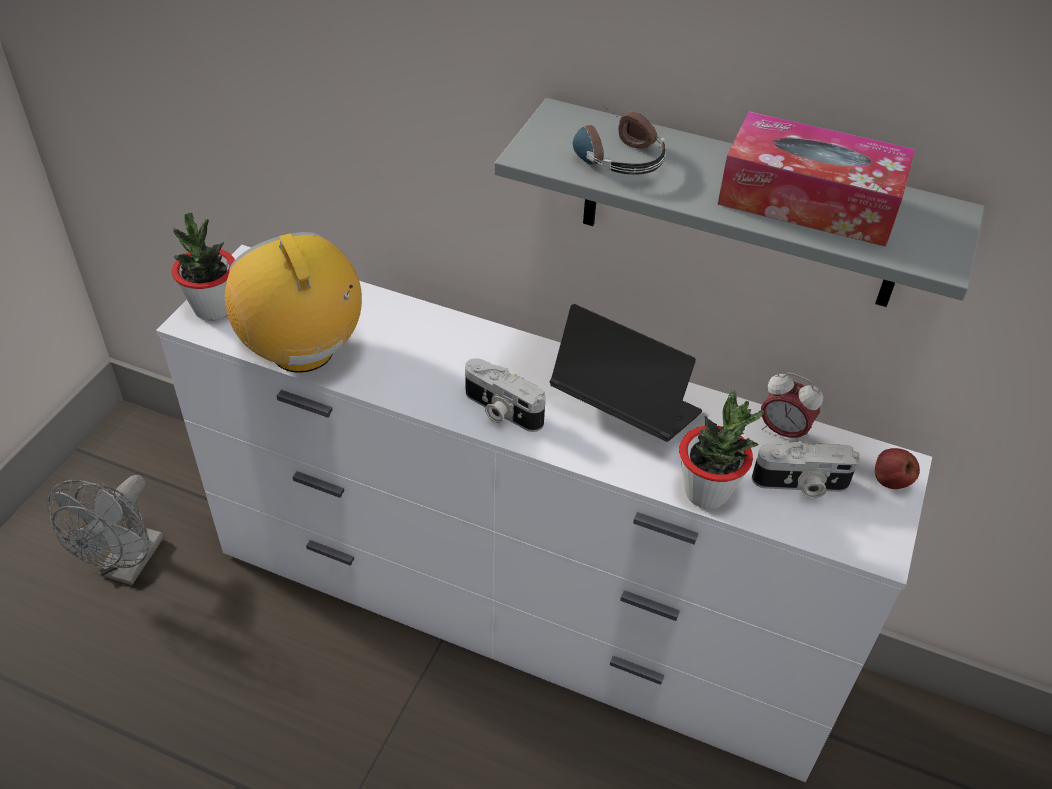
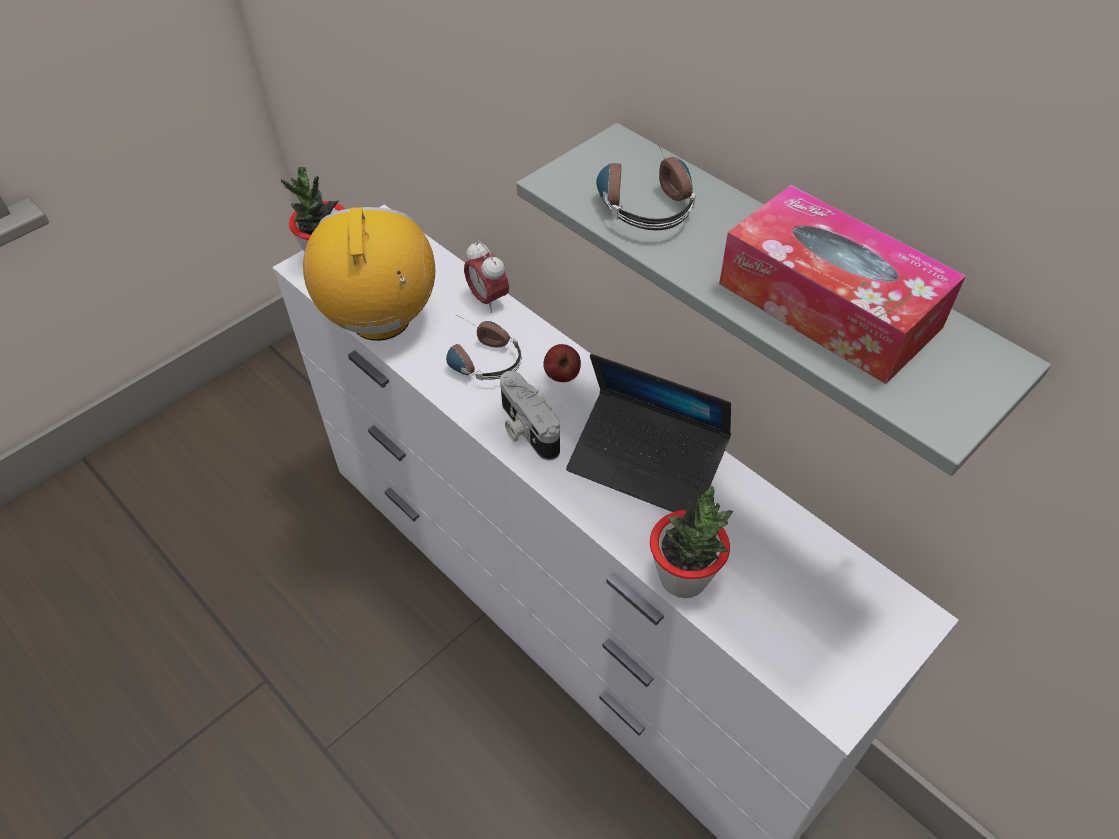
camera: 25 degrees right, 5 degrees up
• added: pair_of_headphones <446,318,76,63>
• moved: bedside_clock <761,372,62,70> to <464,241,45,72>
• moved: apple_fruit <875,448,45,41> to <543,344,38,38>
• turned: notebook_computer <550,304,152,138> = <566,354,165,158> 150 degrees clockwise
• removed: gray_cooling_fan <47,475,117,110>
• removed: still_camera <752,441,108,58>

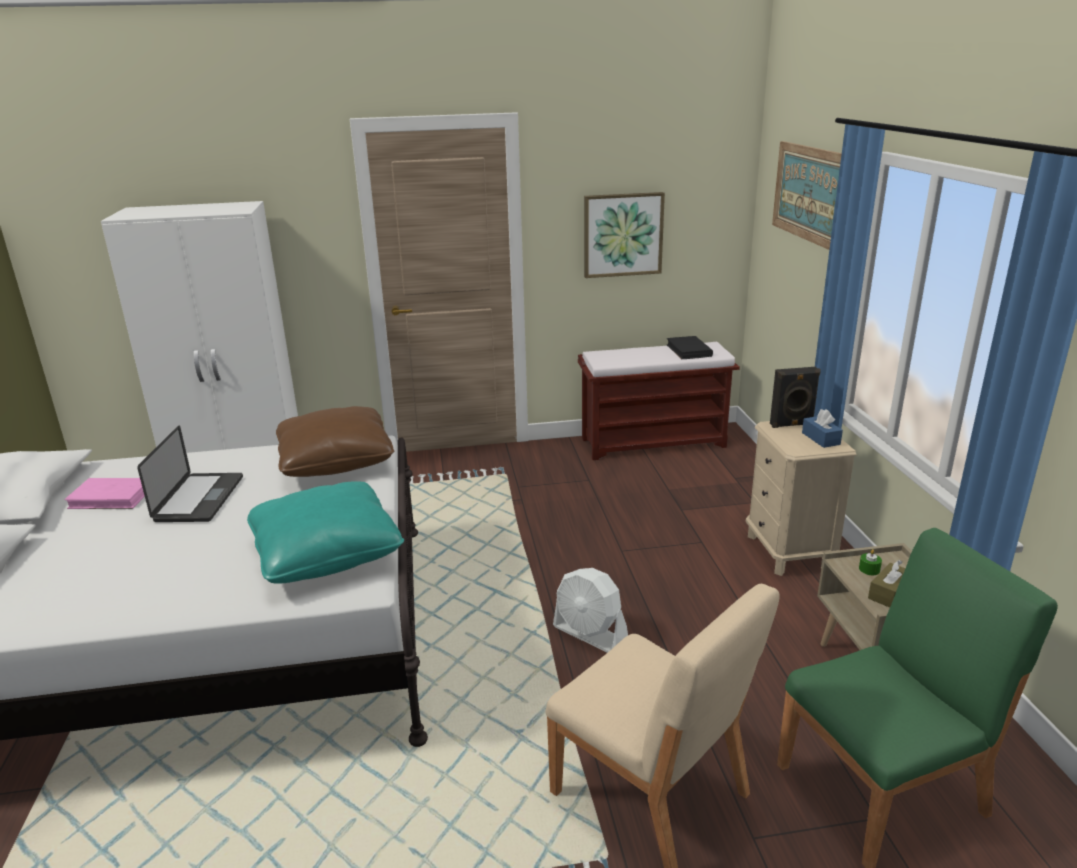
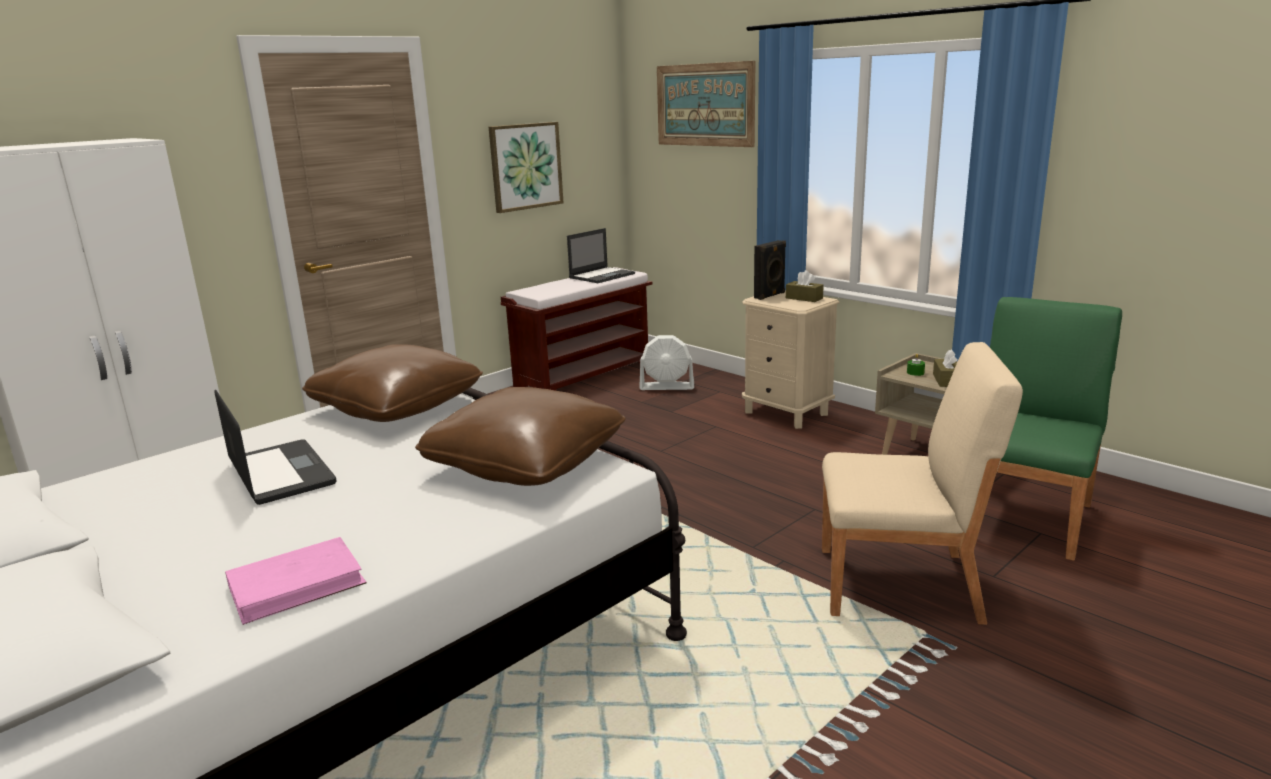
camera: 35 degrees left, 5 degrees down
• moved: pinkish_book <64,478,81,31> to <225,537,142,88>
• recoloured: blue-green_throw_pillow <247,481,157,103> to brownish_throw_pillow <415,387,211,99>
• replaced: black_book <667,336,46,23> to notebook_computer <567,228,68,55>
• moved: whitish_cooling_fan <553,568,75,85> to <639,335,55,55>
• recoloured: blue_tissue_box <802,409,41,39> to brownish_tissue_box <786,270,38,32>

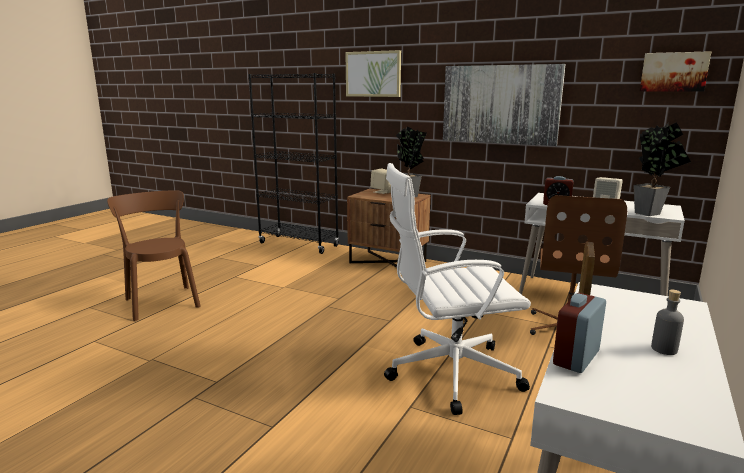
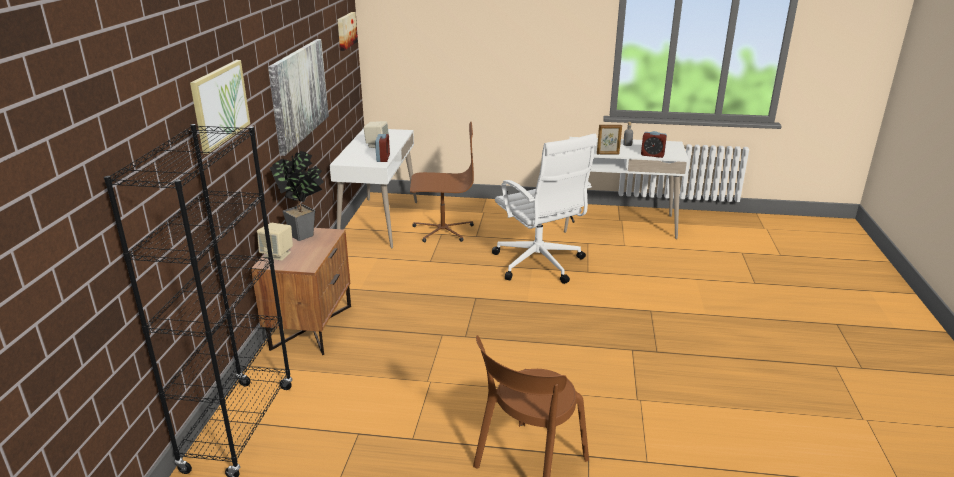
camera: 110 degrees left, 10 degrees up
• removed: plant_in_a_pot <633,121,58,95>

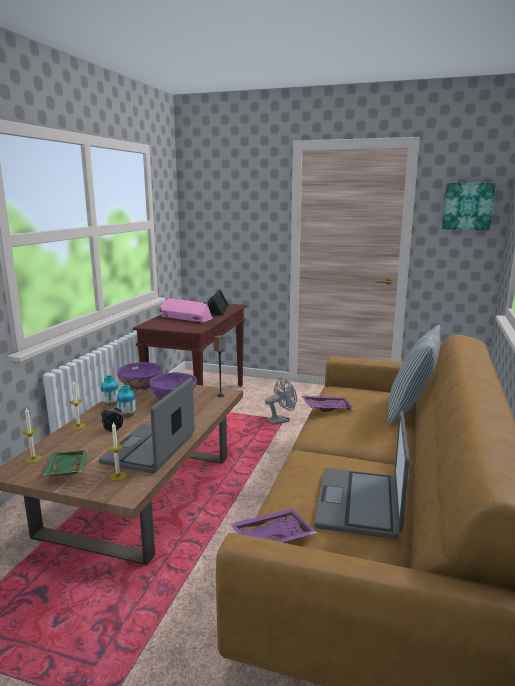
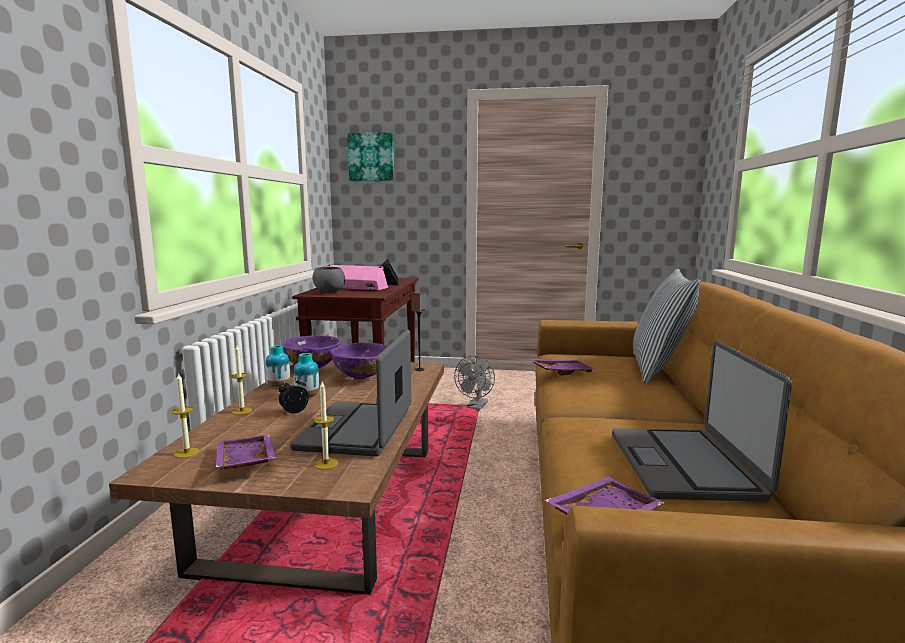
camera: 10 degrees left, 5 degrees down
• recoloured: green-coloured_serving_tray <43,450,45,27> to purple-coloured_serving_tray <216,435,60,34>
• added: gray_bowl <312,267,33,26>
• moved: picture <442,183,54,47> to <347,132,47,49>
• turned: gray_cooling_fan <265,378,32,47> = <454,356,41,54> 150 degrees clockwise

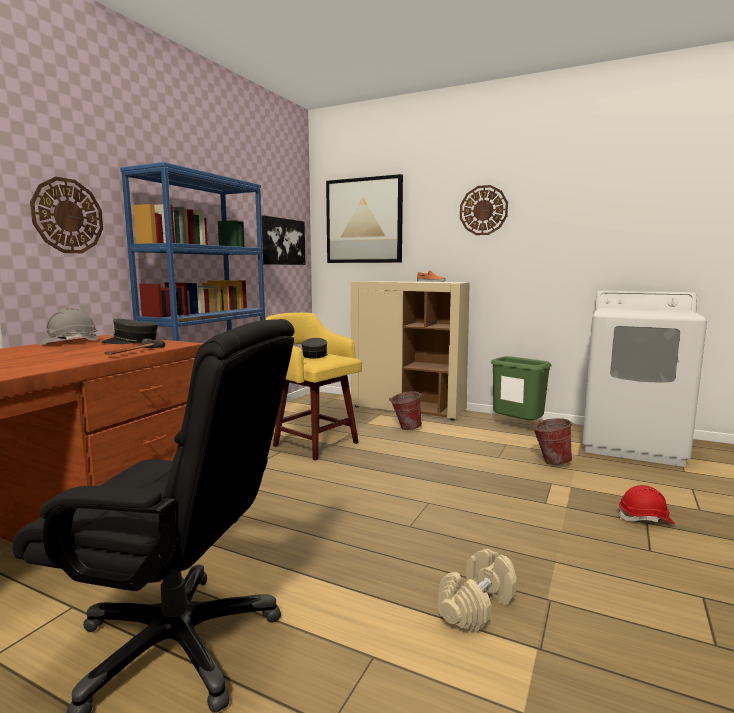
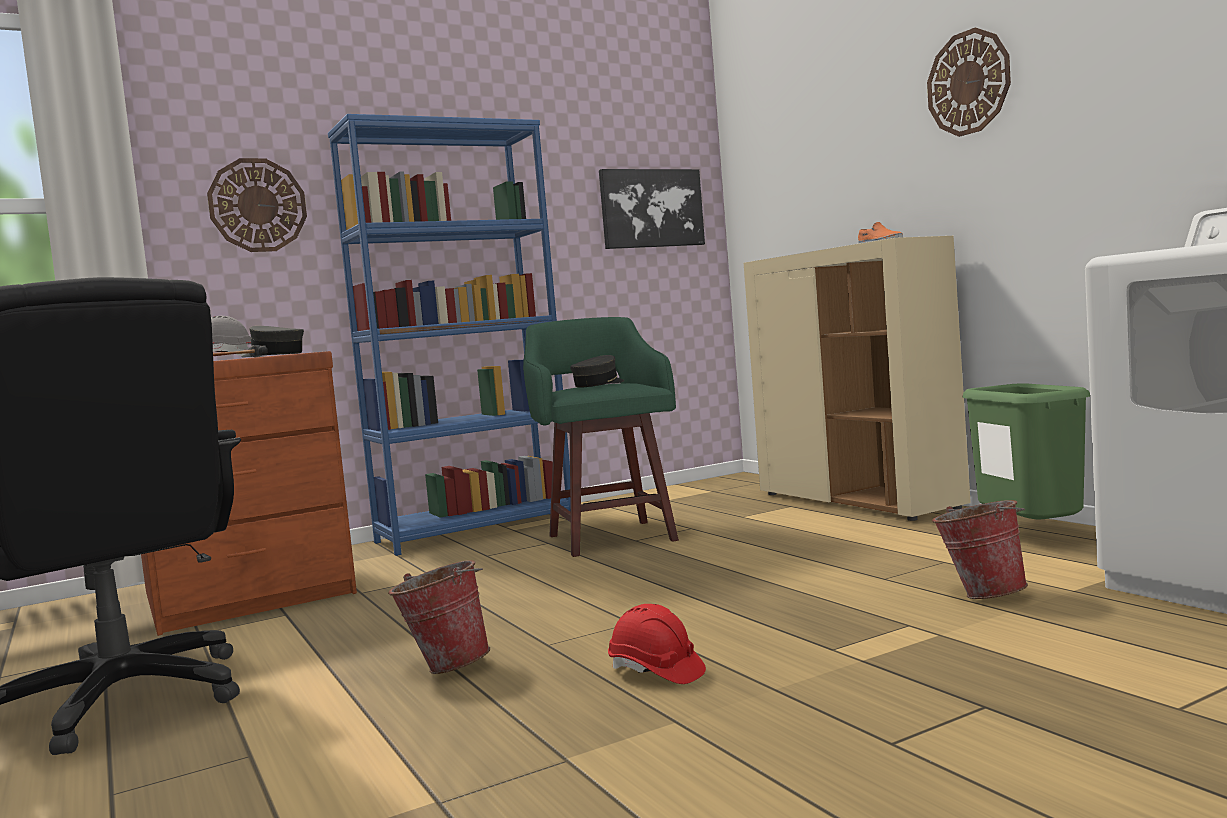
camera: 35 degrees right, 5 degrees down
• moved: pail <389,391,33,39> to <388,560,102,114>
• recoloured: yellow_sitting_stool <266,312,96,149> to green-coloured_sitting_stool <523,317,156,240>
• moved: red_work_helmet <619,485,56,39> to <608,604,98,80>
• removed: picture <326,174,77,89>
• removed: sand-coloured_free_weight <438,549,79,84>

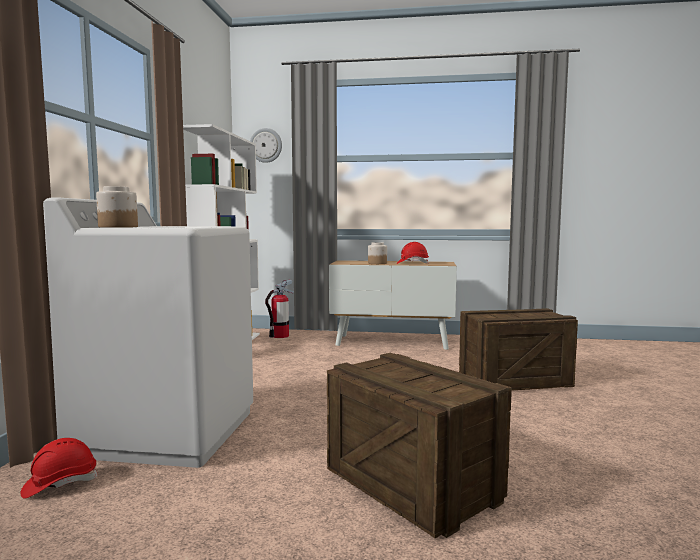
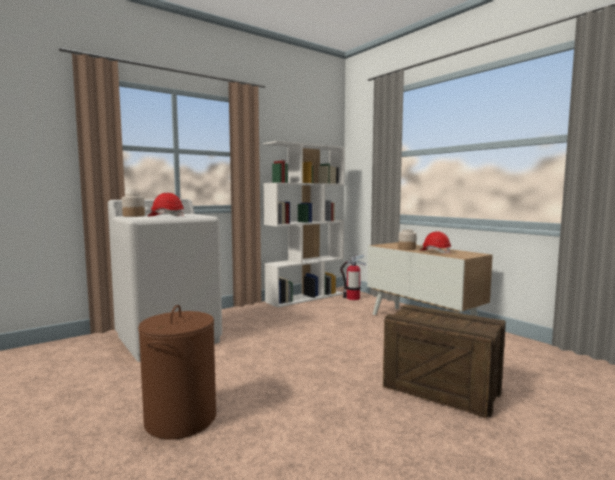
camera: 45 degrees right, 0 degrees up
• replaced: shipping_crate <327,353,185,185> to brownish_washing_basket <138,305,78,134>
• moved: red_work_helmet <20,438,78,61> to <148,193,36,24>
• removed: hanging_clock <250,128,32,35>

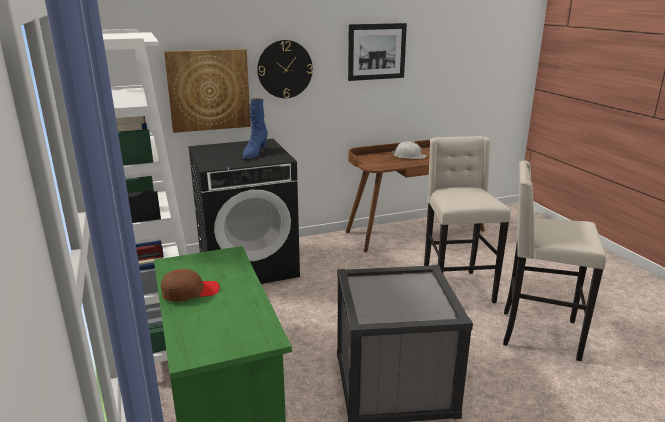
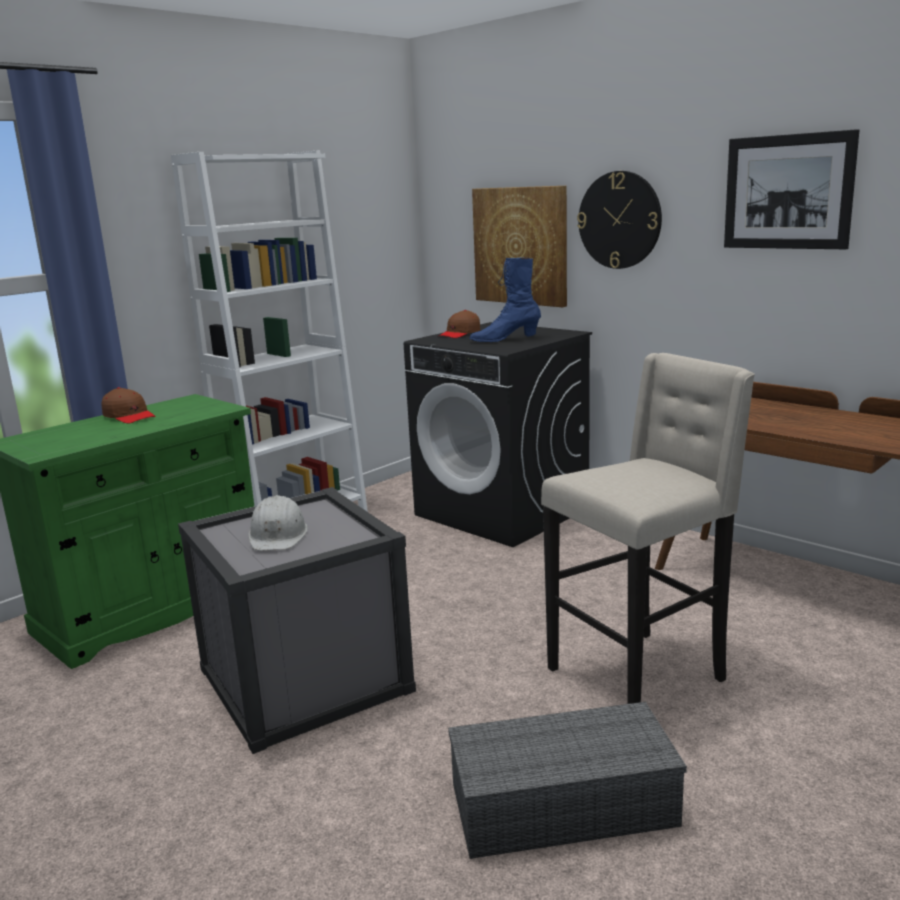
camera: 65 degrees right, 5 degrees down
• moved: whitish_work_helmet <392,141,35,18> to <248,495,60,56>
• added: brownish_cap <439,310,42,28>
• replaced: sand-coloured_sitting_stool <503,161,103,200> to gray_storage_box <448,702,239,157>

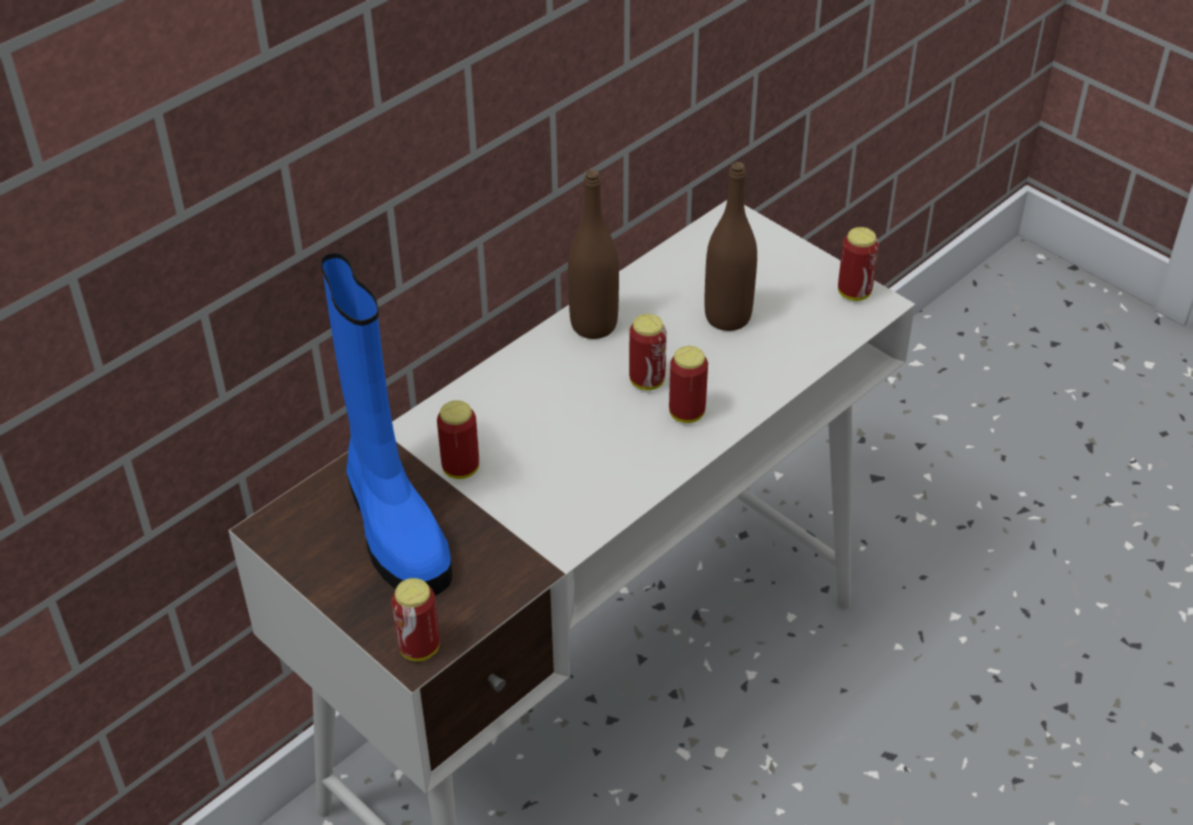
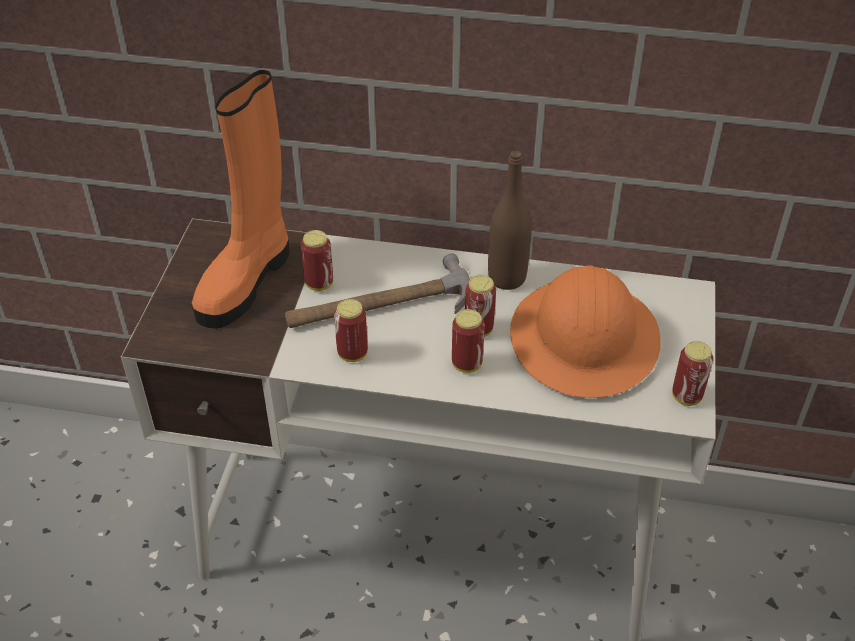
camera: 55 degrees right, 0 degrees up
• recoloured: blue_boot <321,253,131,343> to orangey_boot <192,70,97,259>
• added: hand_hammer <285,254,185,74>
• moved: can <391,578,49,83> to <334,299,34,63>
• replaced: brownish_beverage_bottle <704,162,53,169> to orangey_work_helmet <510,265,151,133>

